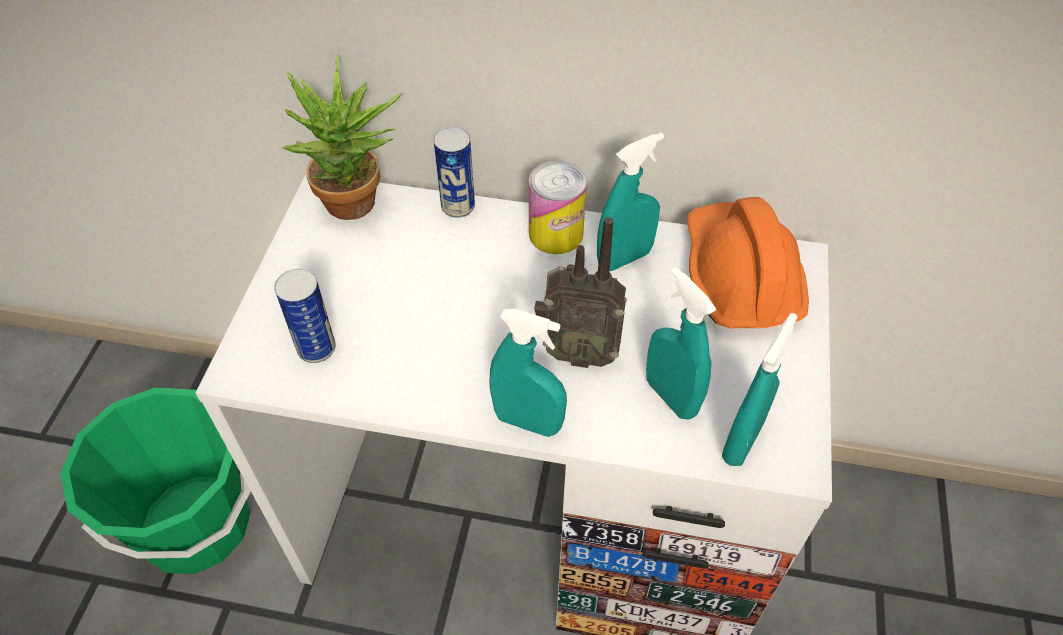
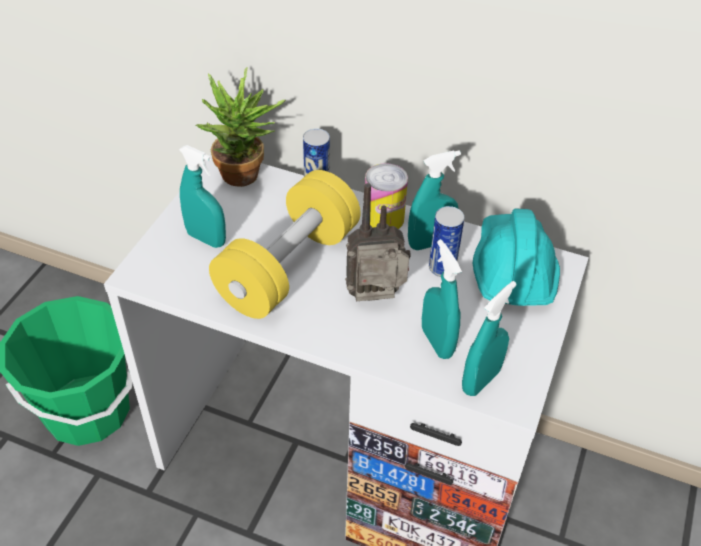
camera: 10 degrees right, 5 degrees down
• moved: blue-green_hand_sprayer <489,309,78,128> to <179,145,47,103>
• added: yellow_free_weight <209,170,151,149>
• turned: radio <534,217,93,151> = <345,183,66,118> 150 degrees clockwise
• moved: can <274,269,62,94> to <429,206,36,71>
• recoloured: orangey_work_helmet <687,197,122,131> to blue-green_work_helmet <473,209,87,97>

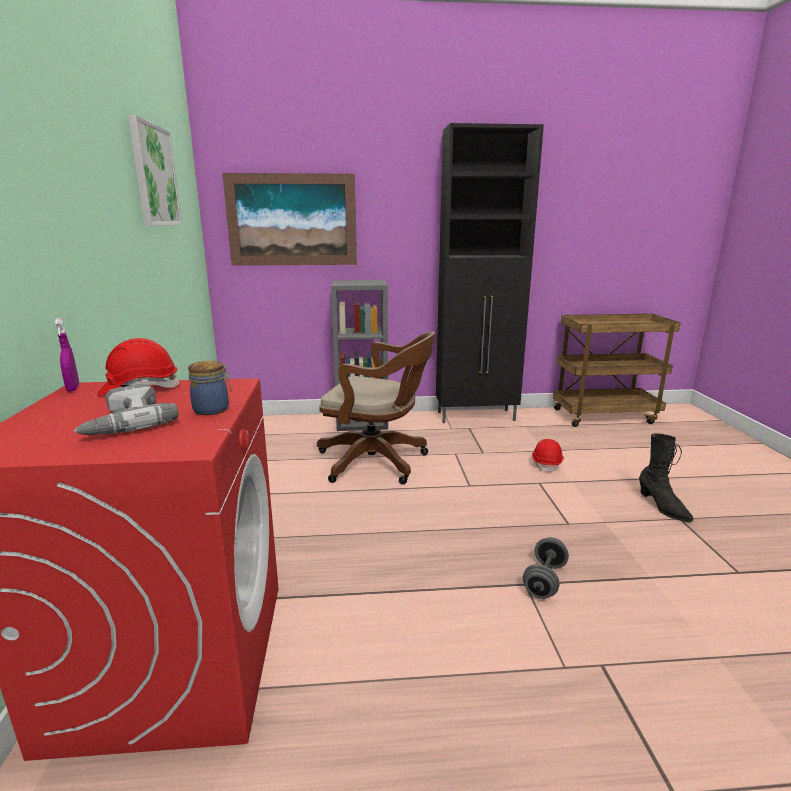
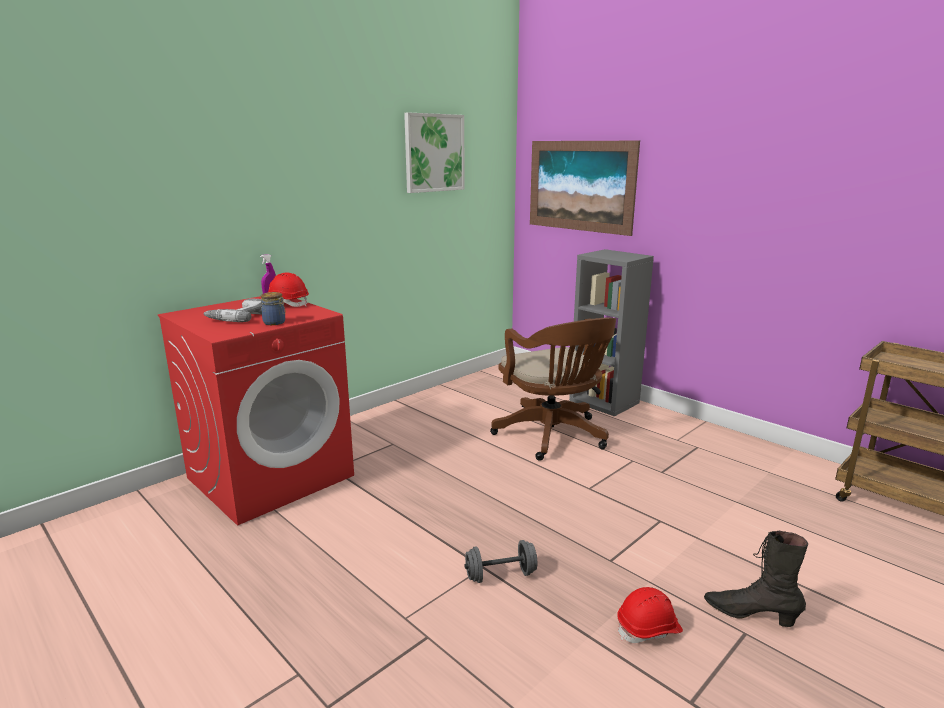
camera: 50 degrees right, 0 degrees up
• moved: red_work_helmet <532,439,32,34> to <617,587,66,56>
• turned: black_boot <639,433,54,89> = <704,531,104,96> 90 degrees clockwise
• removed: black_cupboard <436,123,108,300>

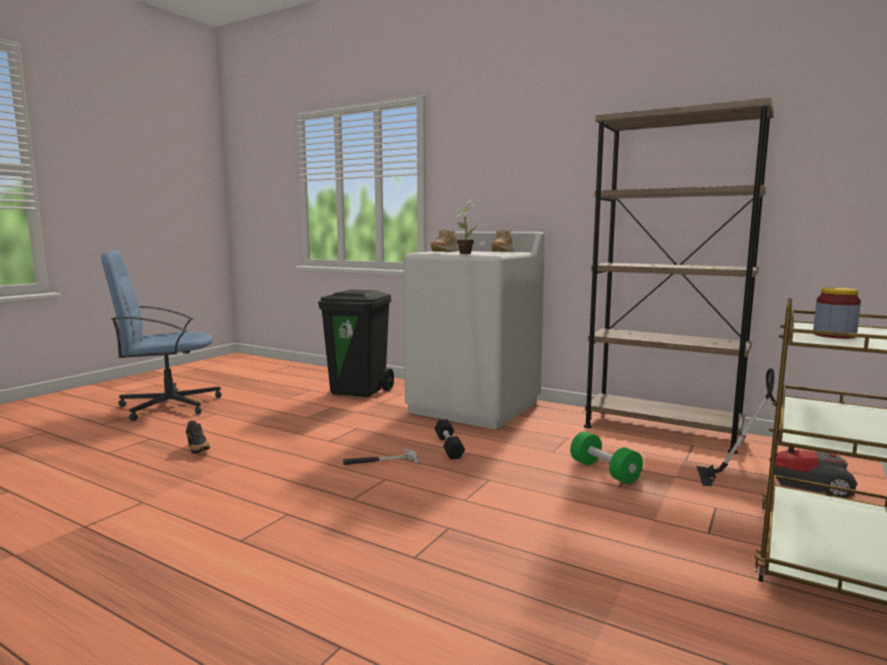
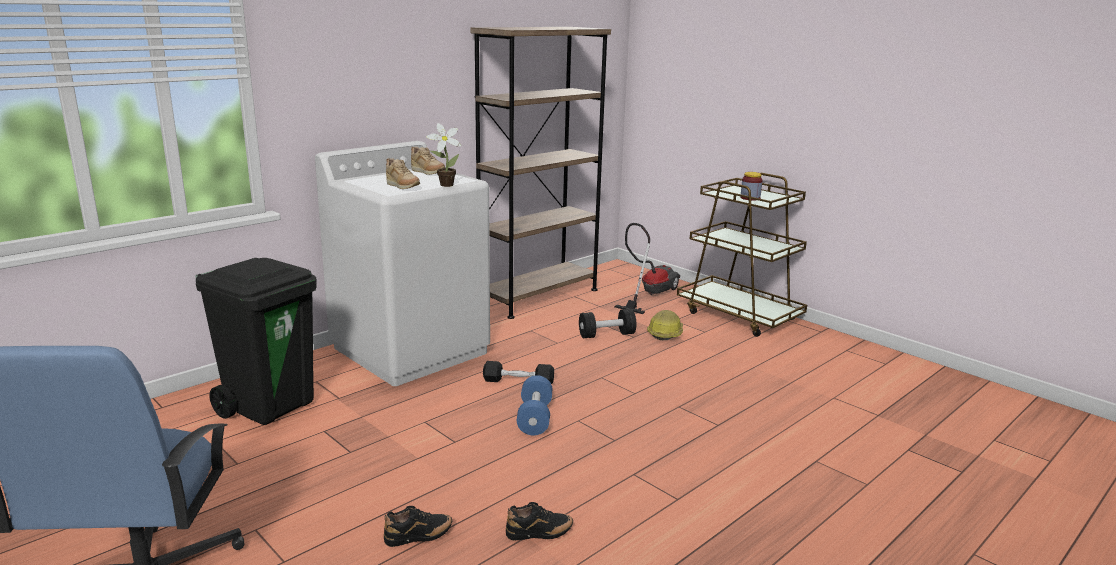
camera: 75 degrees left, 10 degrees up
• added: black_item_of_footwear <506,502,67,38>
• replaced: hand_hammer <343,449,76,16> to blue_free_weight <517,375,35,60>
• recoloured: green-coloured_free_weight <570,431,73,53> to black_free_weight <579,309,57,29>
• added: work_helmet <647,310,36,31>

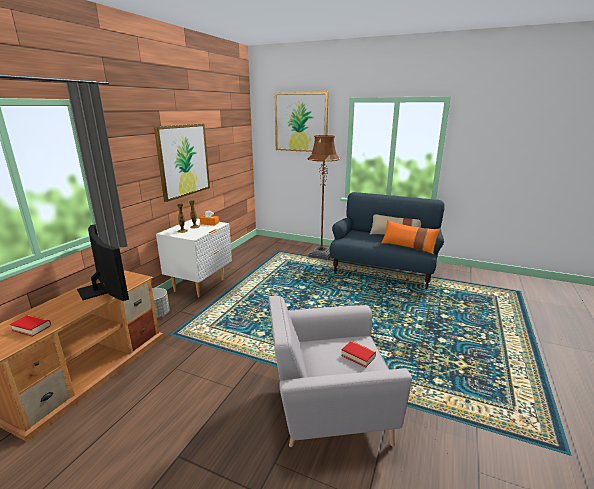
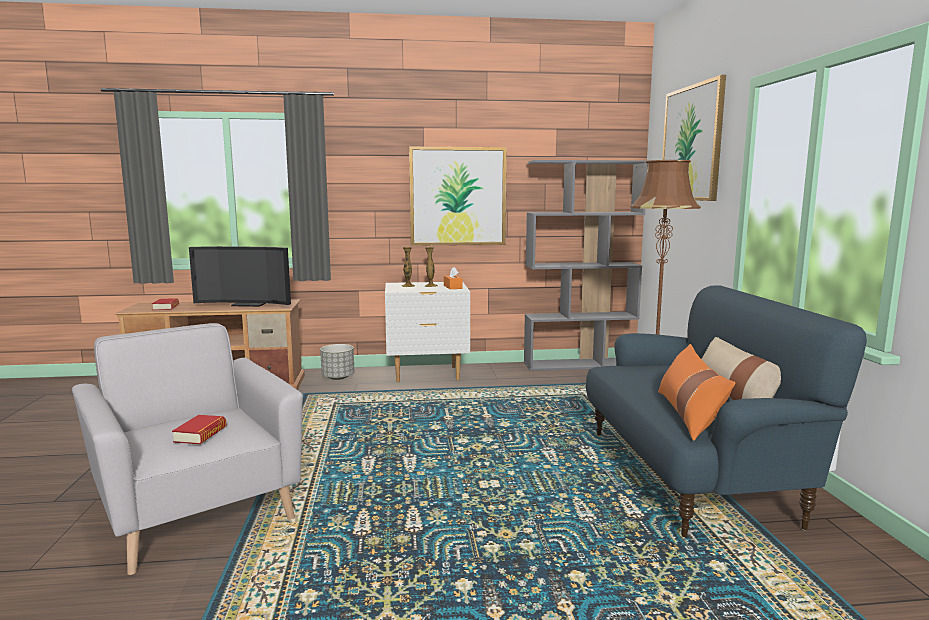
camera: 60 degrees right, 10 degrees down
• turned: TV <77,224,52,77> = <189,246,102,61> 75 degrees clockwise
• added: gray_shelving_unit <524,160,123,211>

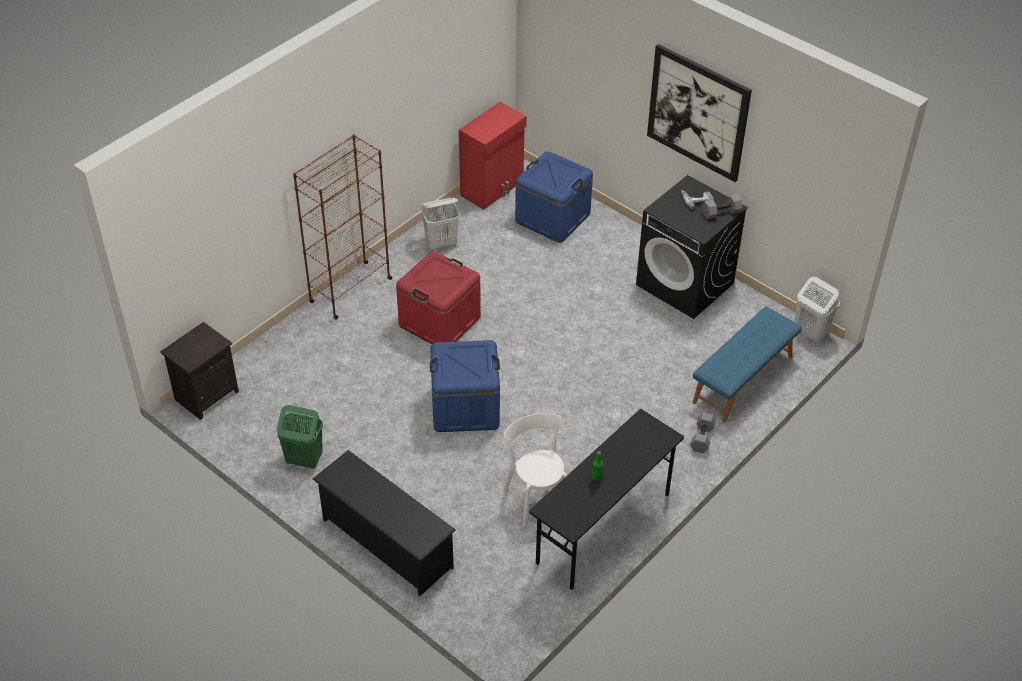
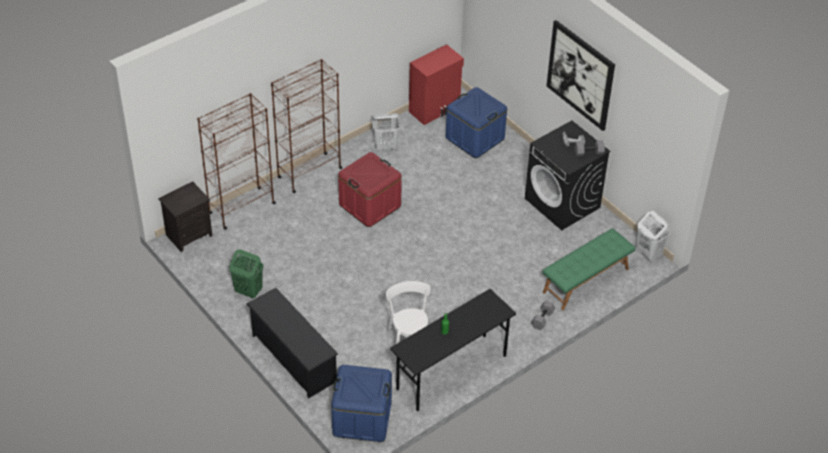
camera: 10 degrees right, 0 degrees up
• added: brownish_shelving_unit <197,93,79,137>
• moved: blue_storage_box <430,340,70,92> to <331,365,61,77>
• recoloured: blue_indoor_bench <692,307,110,115> to green-coloured_indoor_bench <543,228,93,82>

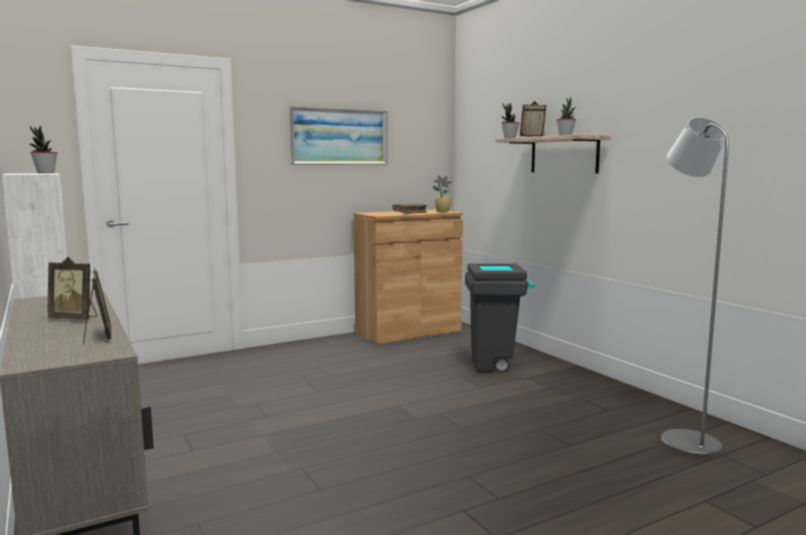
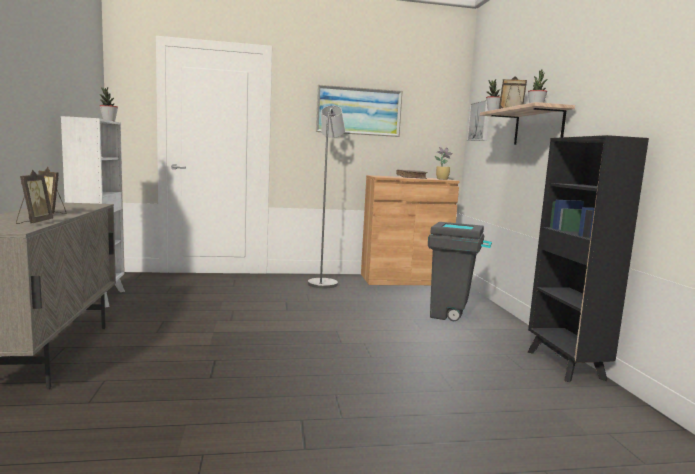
camera: 20 degrees right, 0 degrees up
• moved: gray_standing_lamp <661,117,68,341> to <308,106,37,182>
• added: picture <467,100,22,41>
• added: black_shelving_unit <527,135,122,247>

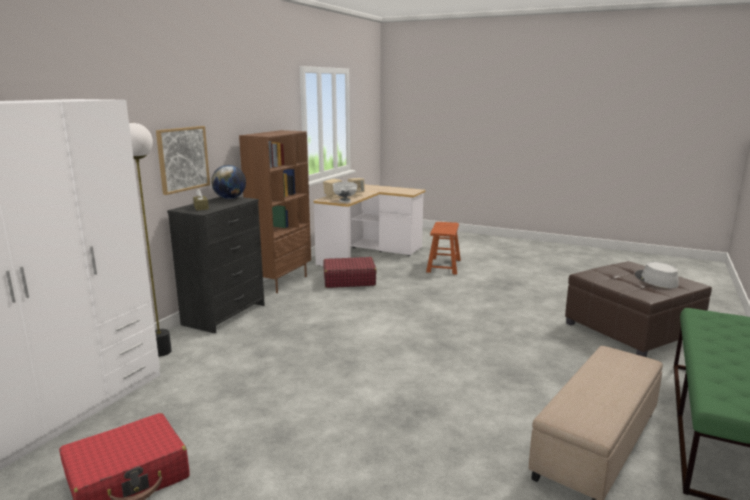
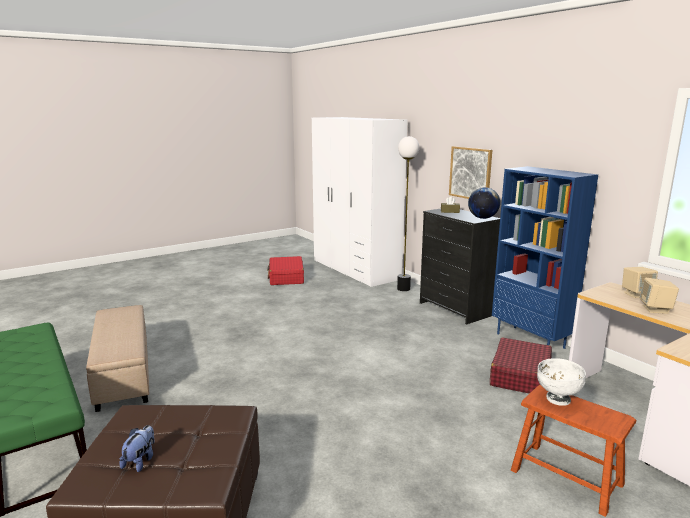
camera: 120 degrees right, 0 degrees up
• replaced: gray_clothing_hat <635,262,44,26> to soft_toy <120,425,34,47>
• recoloured: brownish_shelving_unit <239,130,72,163> to blue_shelving_unit <492,166,106,183>
• moved: whitish_bowl <333,182,24,20> to <537,358,49,48>

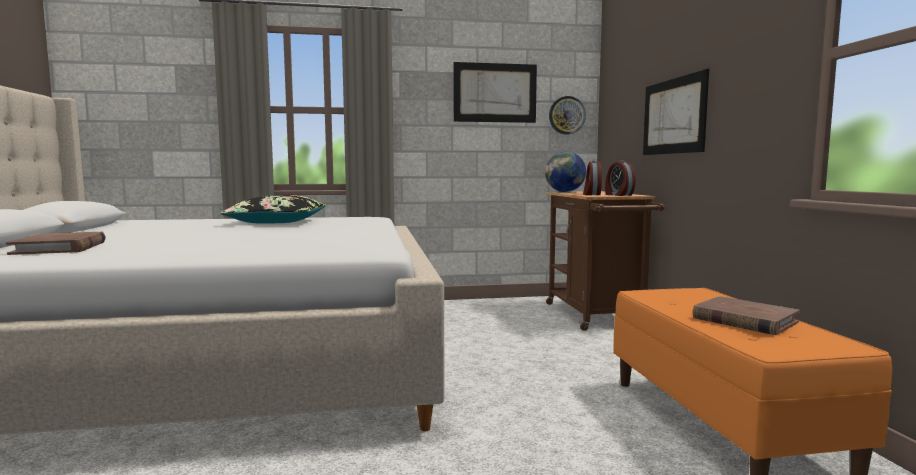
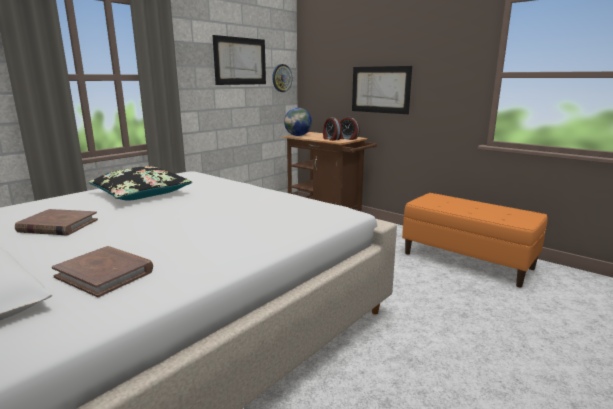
camera: 40 degrees left, 10 degrees up
• moved: brownish_book <692,296,108,39> to <15,209,83,26>

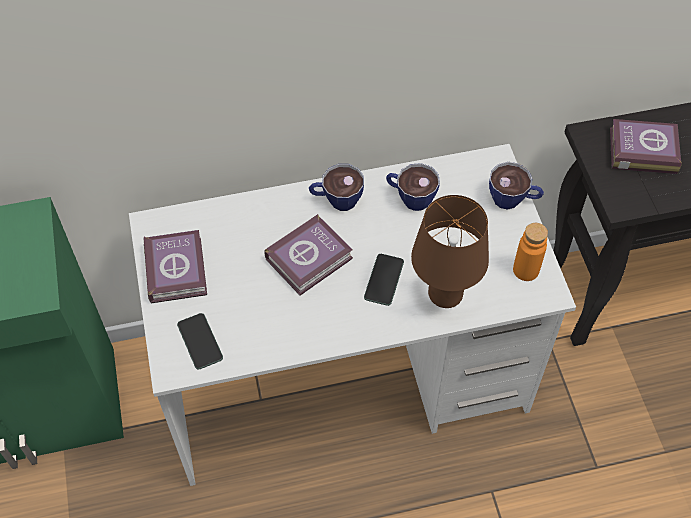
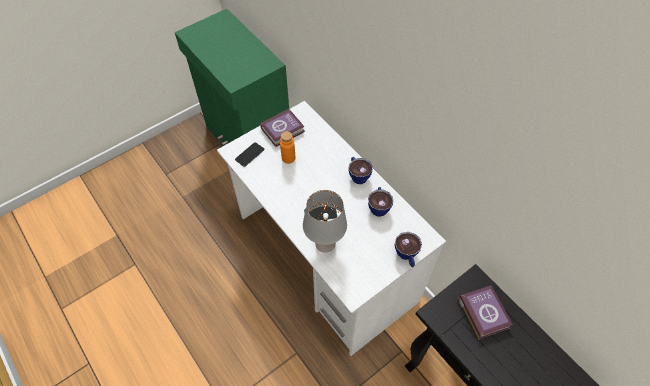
camera: 65 degrees right, 0 degrees up
• moved: orangey_beverage_bottle <513,223,35,58> to <280,131,15,33>
• recoloured: brownish_table_lamp <411,195,78,113> to gray_table_lamp <303,190,44,63>
• removed: book <264,214,89,81>

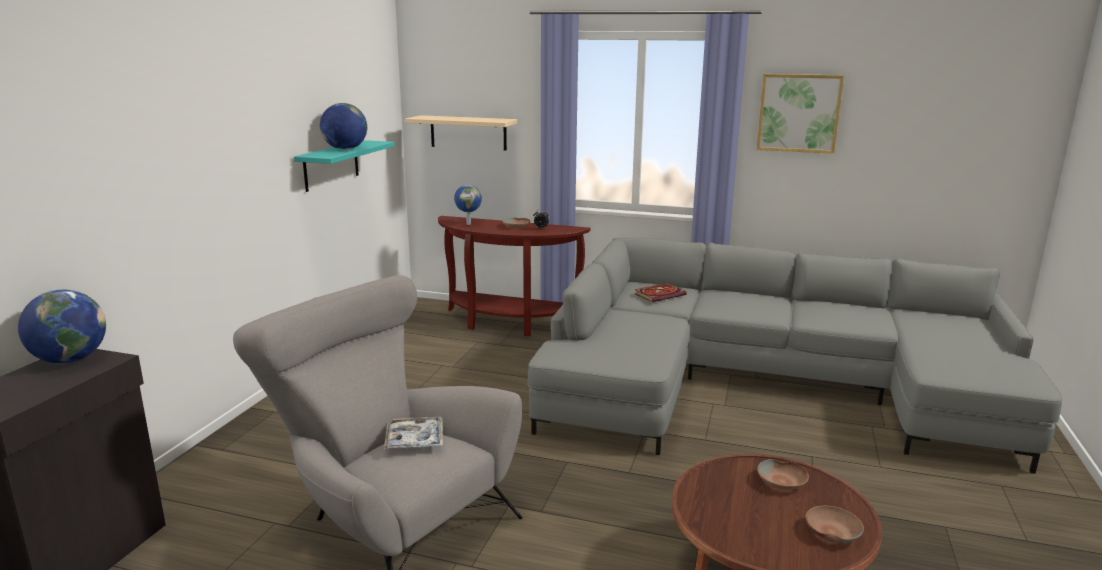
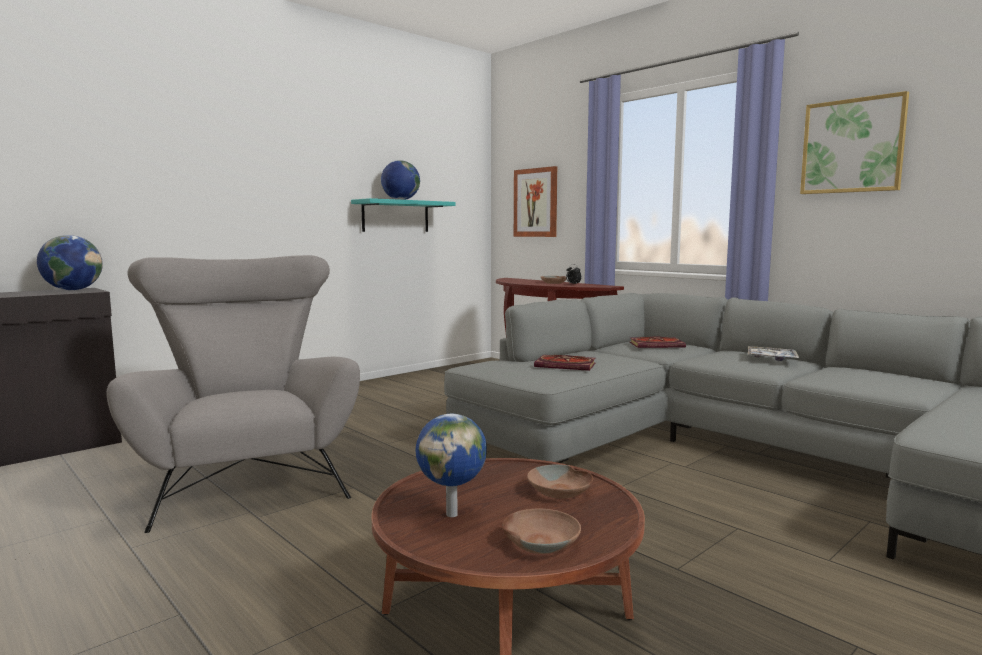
camera: 30 degrees right, 10 degrees down
• moved: desk_globe <454,185,28,40> to <415,414,72,103>
• replaced: sand-coloured_bracket_shelf <405,115,112,36> to picture <514,166,43,71>
• added: book <534,355,62,16>
• moved: serving_tray <384,417,59,32> to <748,346,51,15>

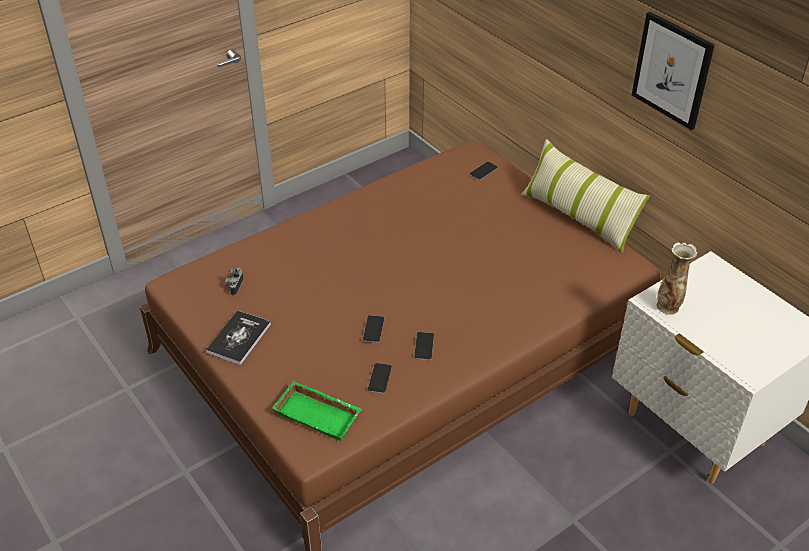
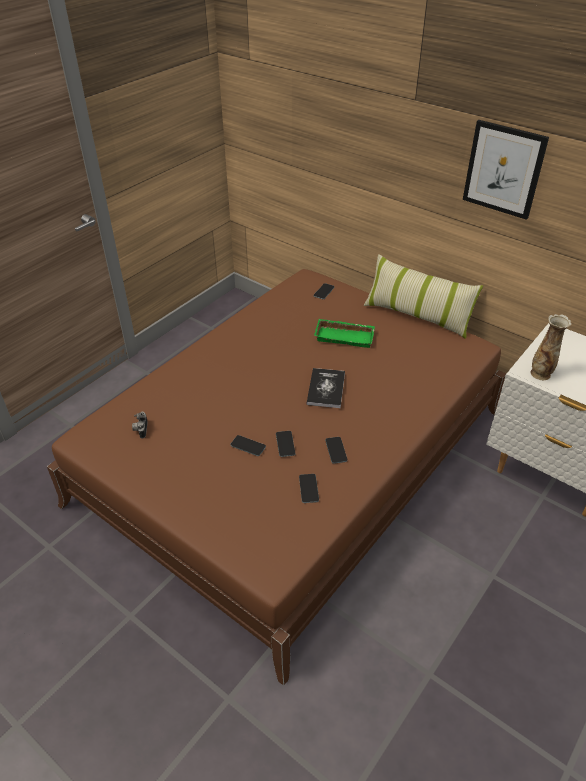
camera: 15 degrees left, 0 degrees up
• added: phone <230,435,36,21>
• moved: book <206,311,65,54> to <306,368,39,40>
• moved: green-coloured_serving_tray <272,381,90,60> to <314,319,61,29>

